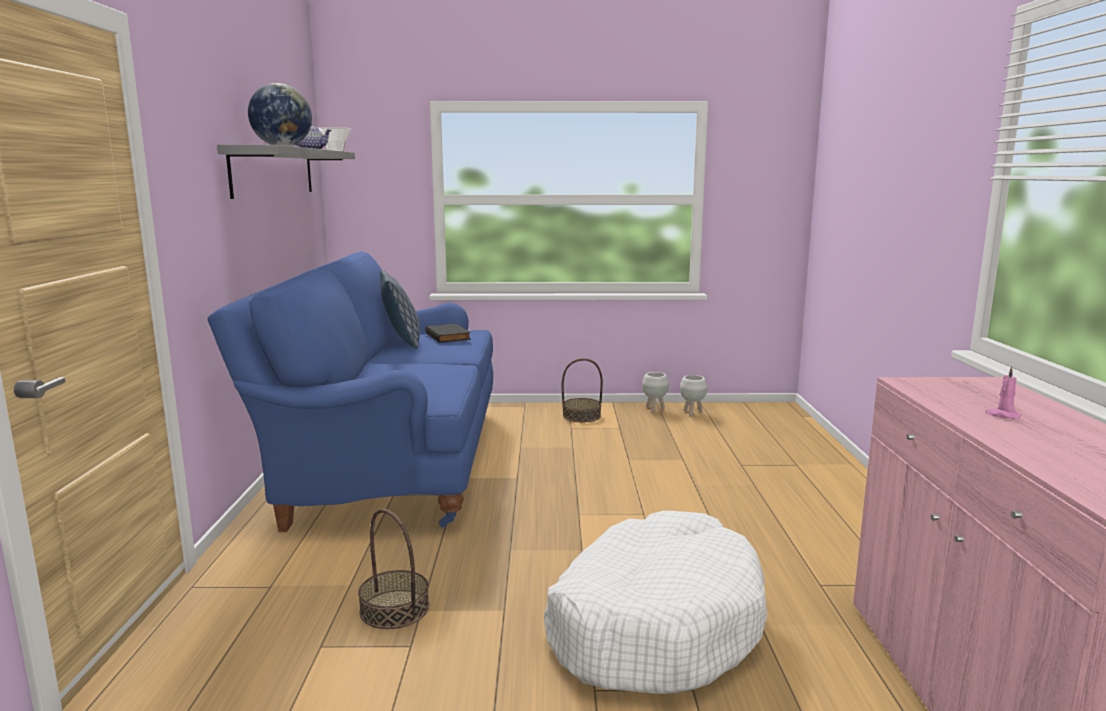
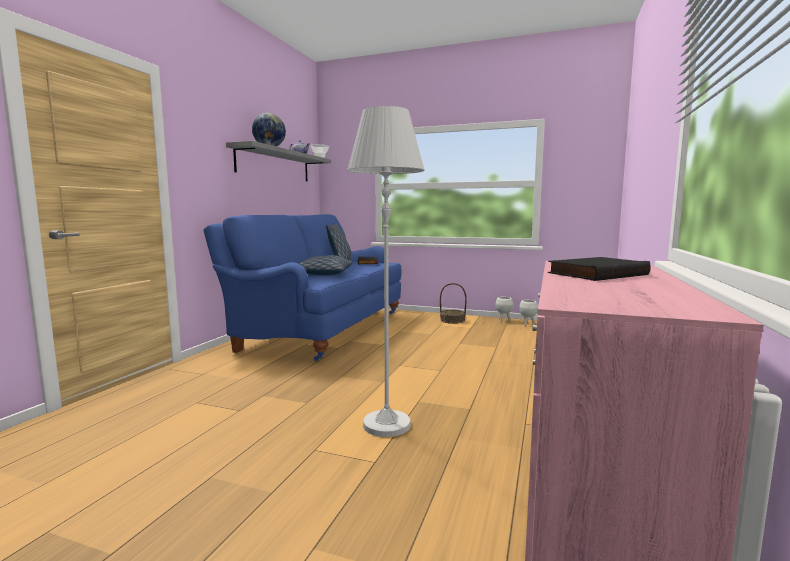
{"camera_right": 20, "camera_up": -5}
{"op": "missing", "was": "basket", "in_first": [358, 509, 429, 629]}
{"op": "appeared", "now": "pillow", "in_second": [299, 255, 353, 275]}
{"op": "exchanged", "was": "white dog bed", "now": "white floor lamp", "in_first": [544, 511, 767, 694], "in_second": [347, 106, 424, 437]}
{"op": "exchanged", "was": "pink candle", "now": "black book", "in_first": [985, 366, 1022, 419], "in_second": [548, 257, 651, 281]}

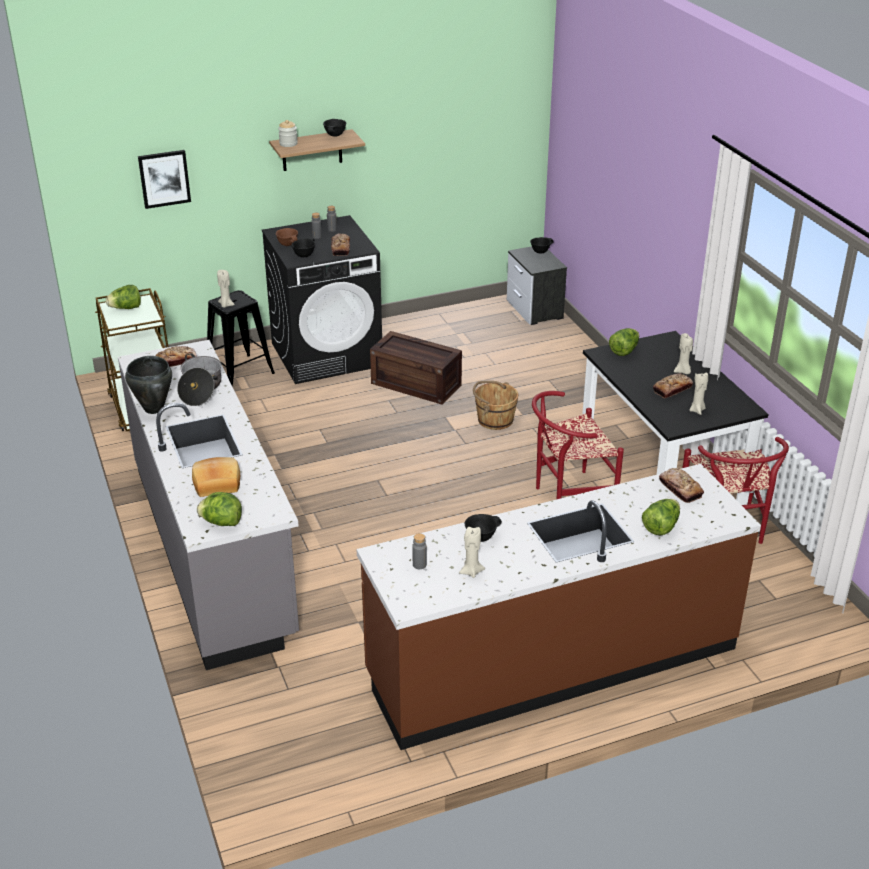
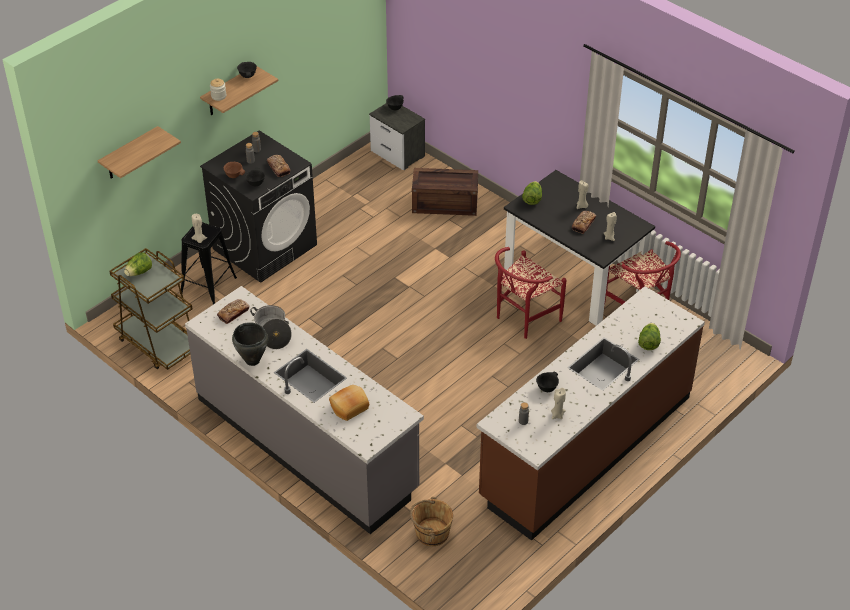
{"camera_right": -25, "camera_up": 10}
{"op": "missing", "was": "lettuce", "in_first": [197, 492, 242, 526]}
{"op": "missing", "was": "bread", "in_first": [659, 468, 704, 503]}
{"op": "relocated", "was": "crate", "in_first": [370, 331, 462, 405], "in_second": [412, 168, 478, 216]}
{"op": "relocated", "was": "brown bucket", "in_first": [473, 381, 519, 430], "in_second": [410, 497, 453, 546]}
{"op": "exchanged", "was": "picture", "now": "shelf", "in_first": [138, 150, 191, 209], "in_second": [98, 126, 181, 179]}

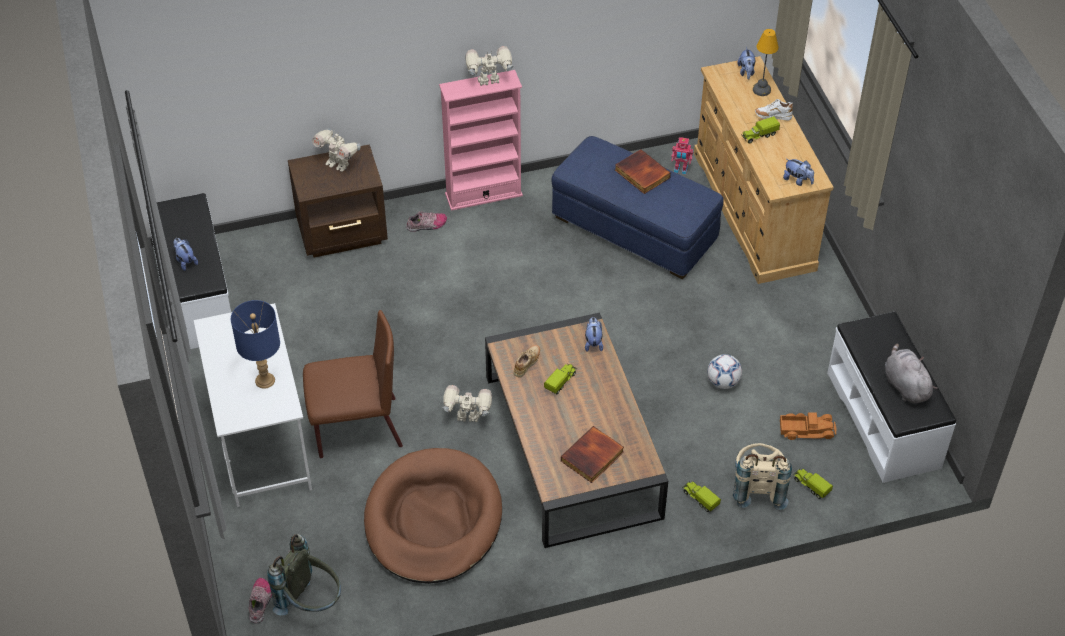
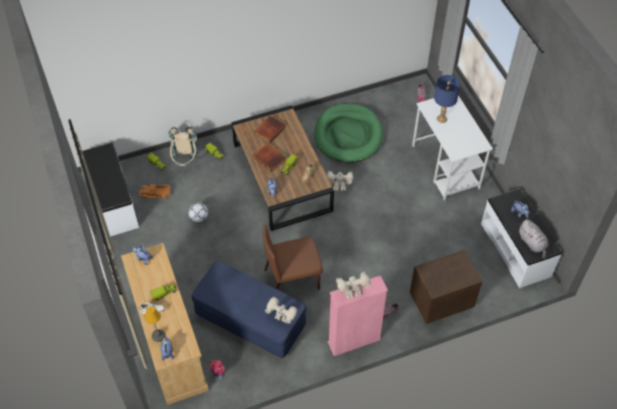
{"camera_right": 175, "camera_up": 5}
{"op": "missing", "was": "grey backpack", "in_first": [267, 534, 341, 616]}
{"op": "relocated", "was": "brown chair", "in_first": [303, 310, 403, 458], "in_second": [263, 224, 323, 290]}
{"op": "relocated", "was": "toy robot", "in_first": [312, 128, 360, 172], "in_second": [265, 297, 298, 323]}
{"op": "relocated", "was": "book", "in_first": [615, 149, 671, 194], "in_second": [253, 143, 286, 172]}
{"op": "relocated", "was": "grey plush toy", "in_first": [885, 343, 938, 404], "in_second": [519, 219, 549, 258]}
{"op": "colour", "was": "brown dog bed", "now": "green dog bed", "in_first": [364, 448, 502, 584], "in_second": [314, 104, 383, 163]}

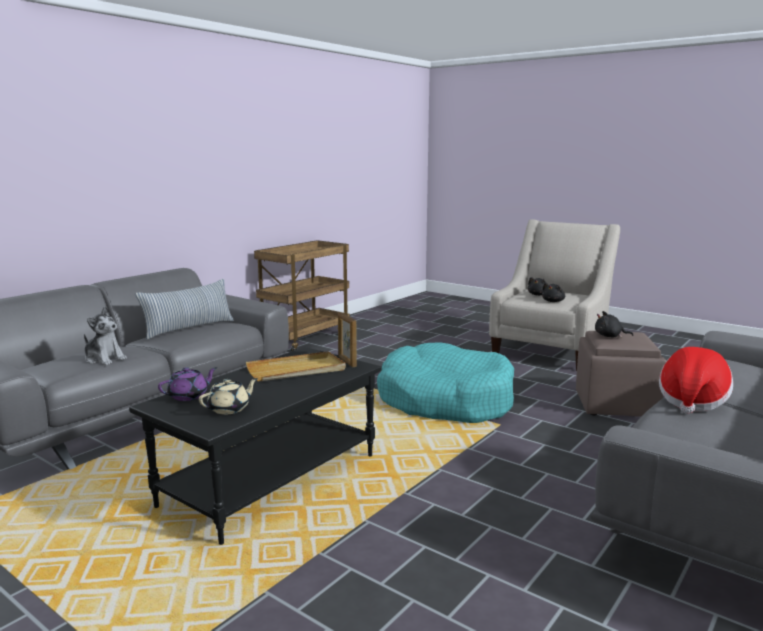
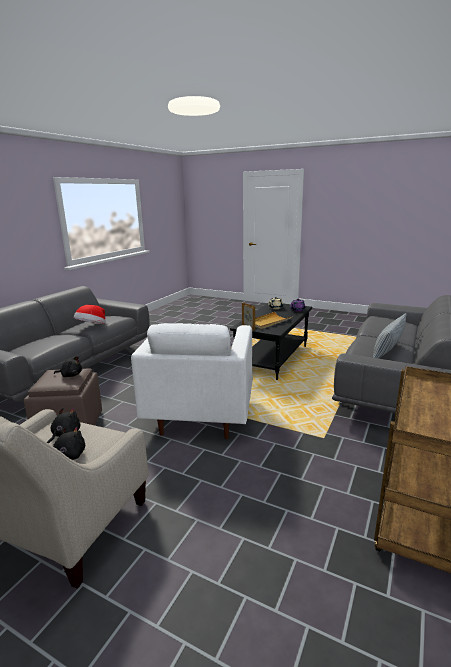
{"camera_right": 170, "camera_up": 5}
{"op": "missing", "was": "plush toy", "in_first": [84, 306, 127, 365]}
{"op": "exchanged", "was": "turquoise dog bed", "now": "white armchair", "in_first": [377, 342, 514, 423], "in_second": [131, 323, 253, 439]}

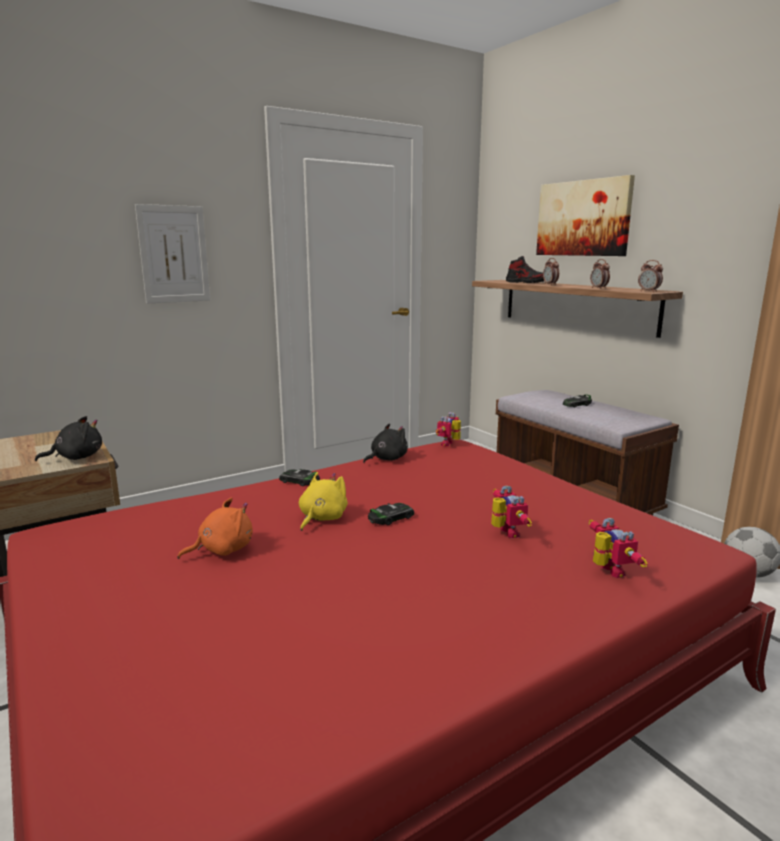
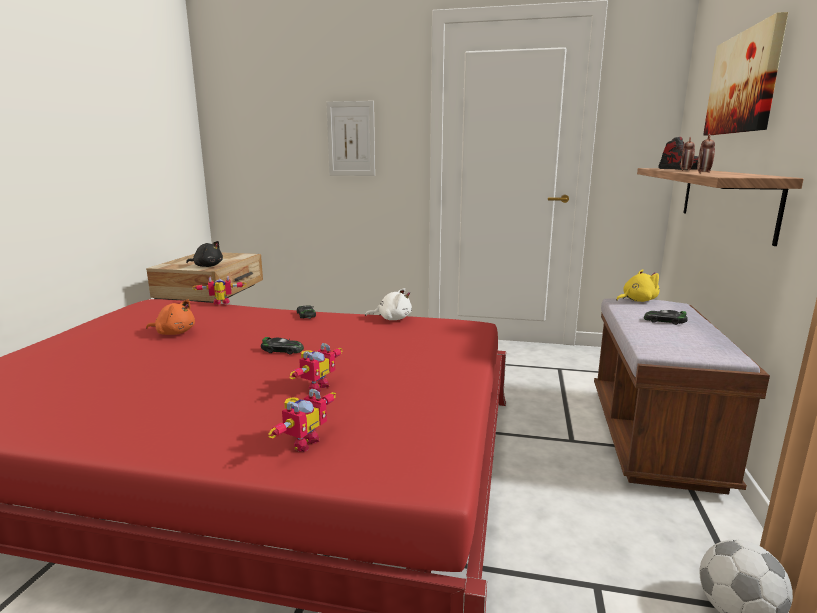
{"camera_right": 45, "camera_up": 0}
{"op": "missing", "was": "alarm clock", "in_first": [638, 260, 663, 292]}
{"op": "relocated", "was": "yellow plush toy", "in_first": [299, 472, 348, 531], "in_second": [616, 269, 659, 302]}
{"op": "relocated", "was": "toy robot", "in_first": [436, 412, 461, 447], "in_second": [192, 275, 247, 305]}
{"op": "colour", "was": "black plush toy", "now": "white plush toy", "in_first": [363, 423, 408, 463], "in_second": [365, 288, 412, 320]}

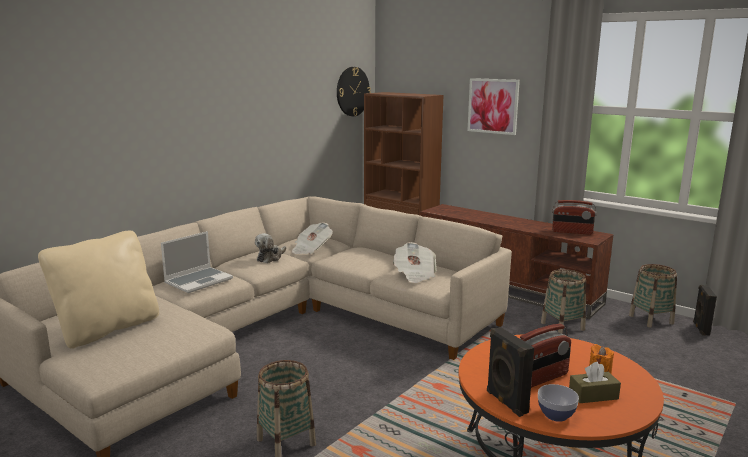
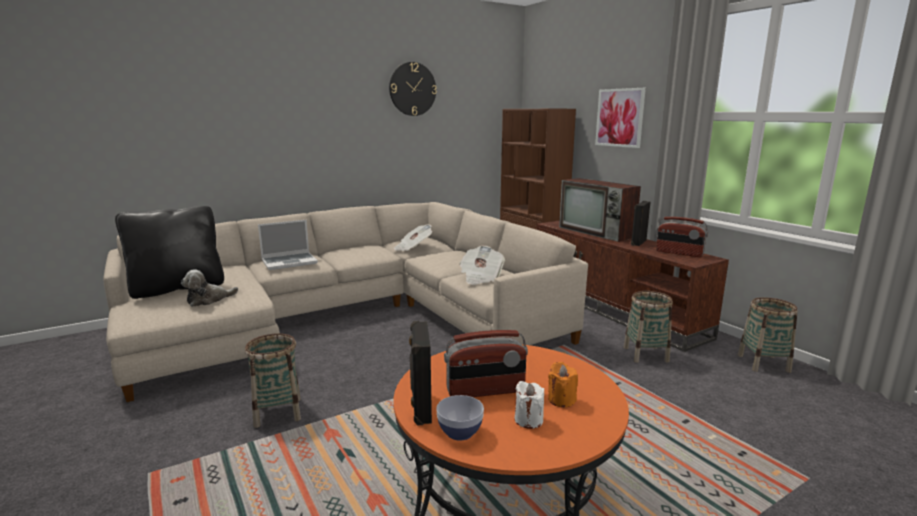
{"camera_right": 20, "camera_up": 0}
{"op": "appeared", "now": "television", "in_second": [559, 178, 641, 242]}
{"op": "relocated", "was": "plush toy", "in_first": [255, 233, 286, 263], "in_second": [181, 269, 238, 307]}
{"op": "relocated", "was": "wall clock", "in_first": [337, 67, 371, 116], "in_second": [389, 62, 437, 116]}
{"op": "relocated", "was": "black speaker", "in_first": [693, 285, 717, 336], "in_second": [631, 201, 650, 246]}
{"op": "exchanged", "was": "brown tissue box", "now": "white candle", "in_first": [569, 362, 621, 403], "in_second": [515, 381, 544, 429]}
{"op": "colour", "was": "beige pillow", "now": "black pillow", "in_first": [38, 231, 159, 349], "in_second": [115, 206, 224, 299]}

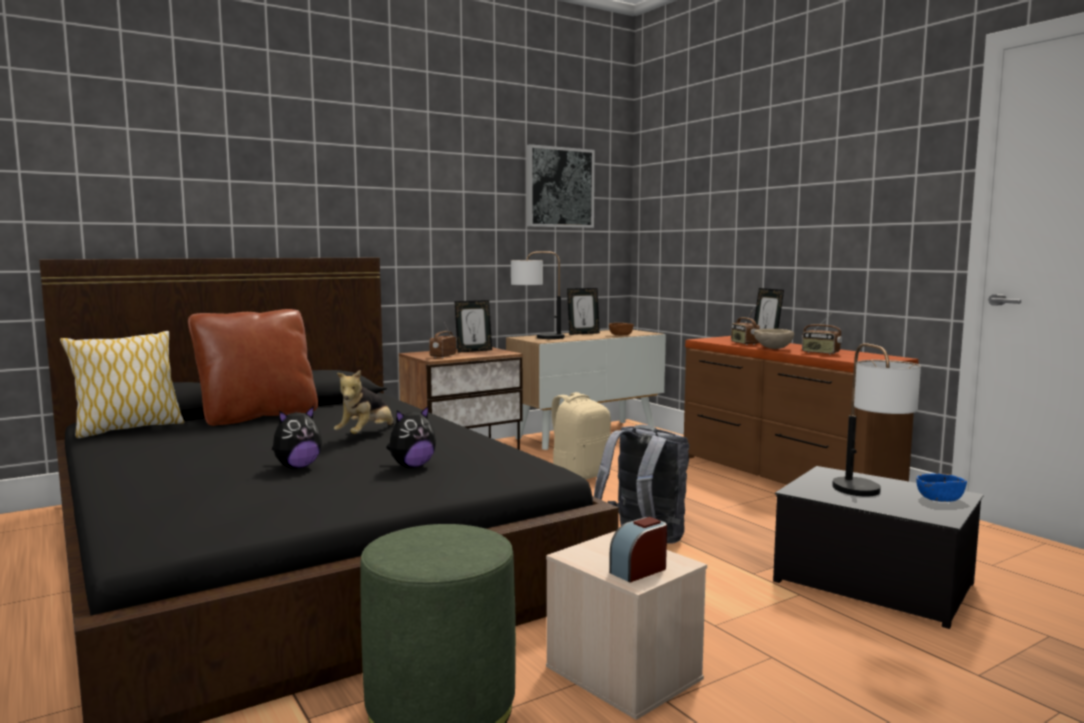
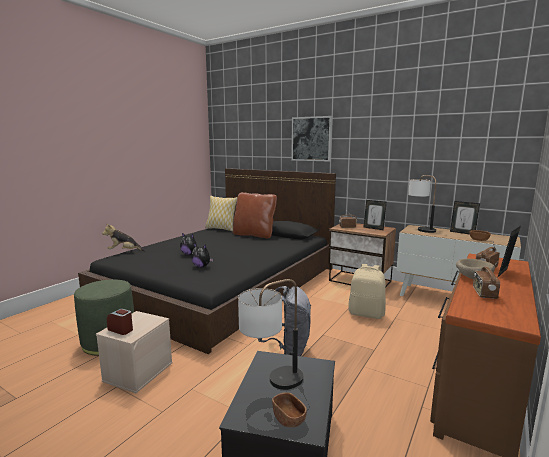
{"camera_right": 65, "camera_up": 5}
{"op": "relocated", "was": "plush toy", "in_first": [334, 370, 394, 434], "in_second": [102, 224, 146, 251]}
{"op": "relocated", "was": "picture", "in_first": [527, 144, 595, 228], "in_second": [291, 116, 332, 162]}
{"op": "colour", "was": "blue bowl", "now": "brown bowl", "in_first": [916, 473, 967, 502], "in_second": [272, 392, 307, 427]}

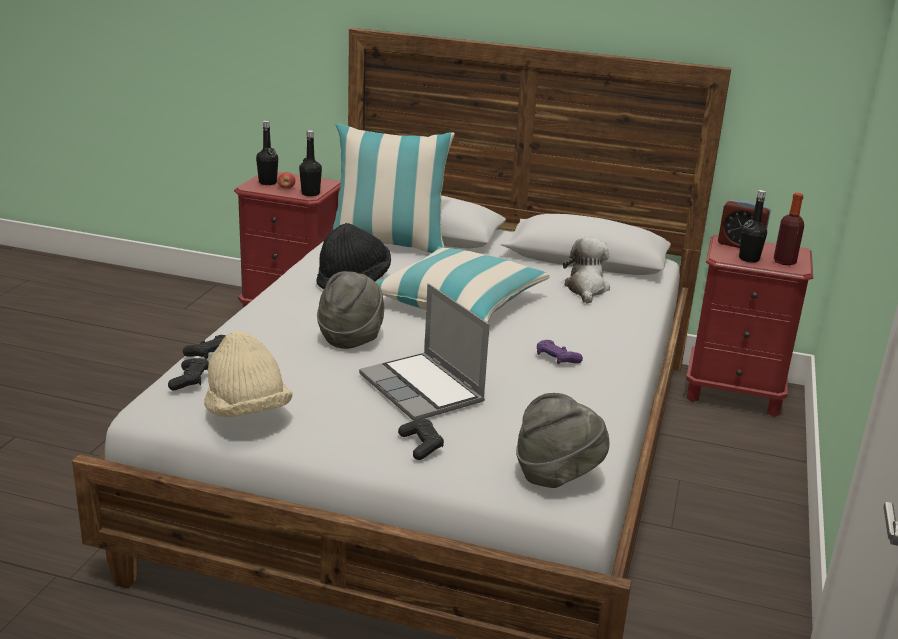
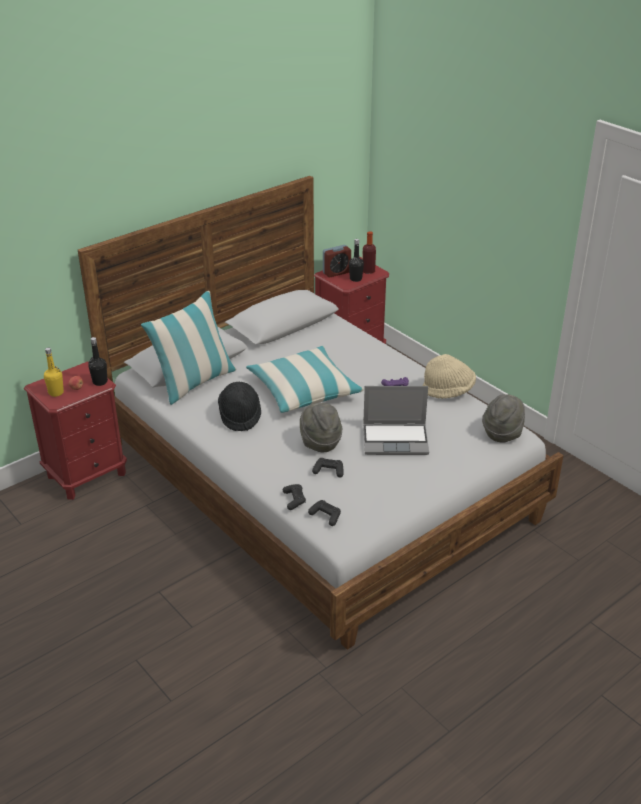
{"camera_right": -55, "camera_up": 10}
{"op": "missing", "was": "plush toy", "in_first": [563, 237, 610, 304]}
{"op": "relocated", "was": "beige hat", "in_first": [204, 331, 293, 417], "in_second": [422, 354, 476, 399]}
{"op": "relocated", "was": "black game controller", "in_first": [398, 419, 444, 460], "in_second": [312, 458, 343, 478]}
{"op": "colour", "was": "black bottle", "now": "yellow bottle", "in_first": [256, 120, 278, 185], "in_second": [44, 348, 64, 397]}

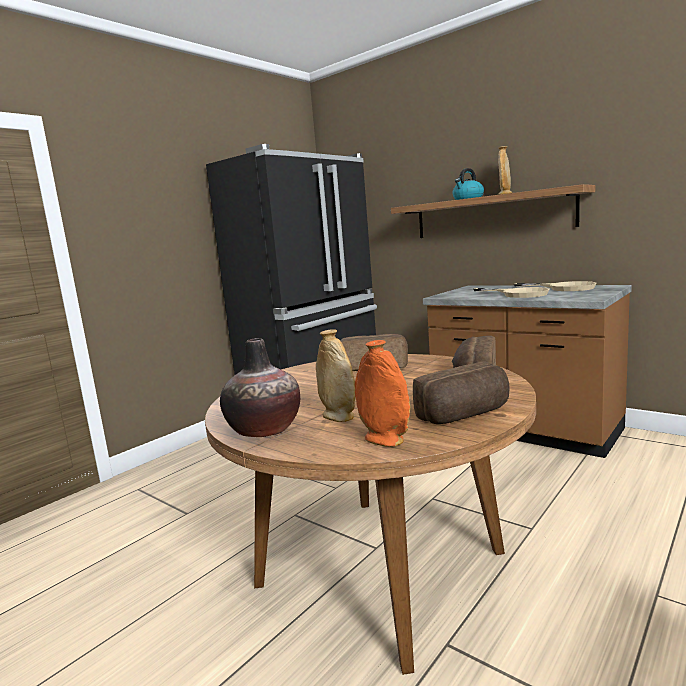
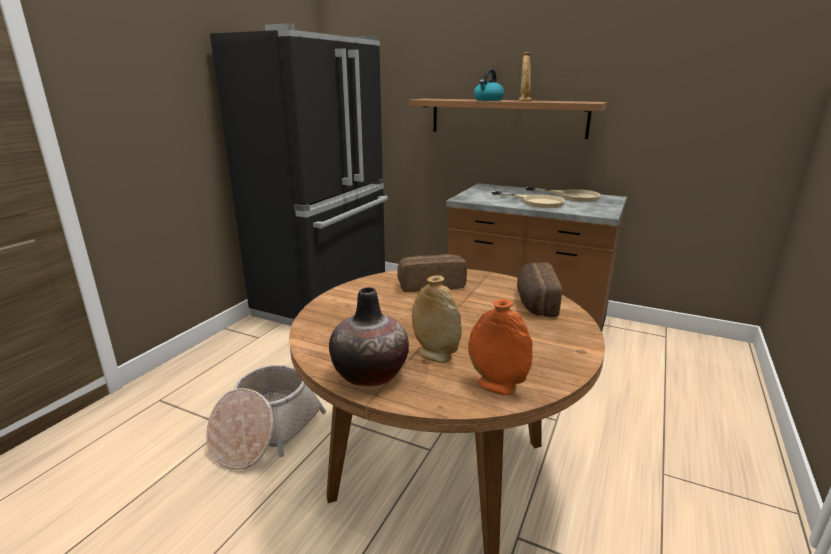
{"camera_right": -15, "camera_up": 10}
{"op": "missing", "was": "bread", "in_first": [413, 361, 510, 424]}
{"op": "appeared", "now": "basket", "in_second": [206, 365, 326, 470]}

